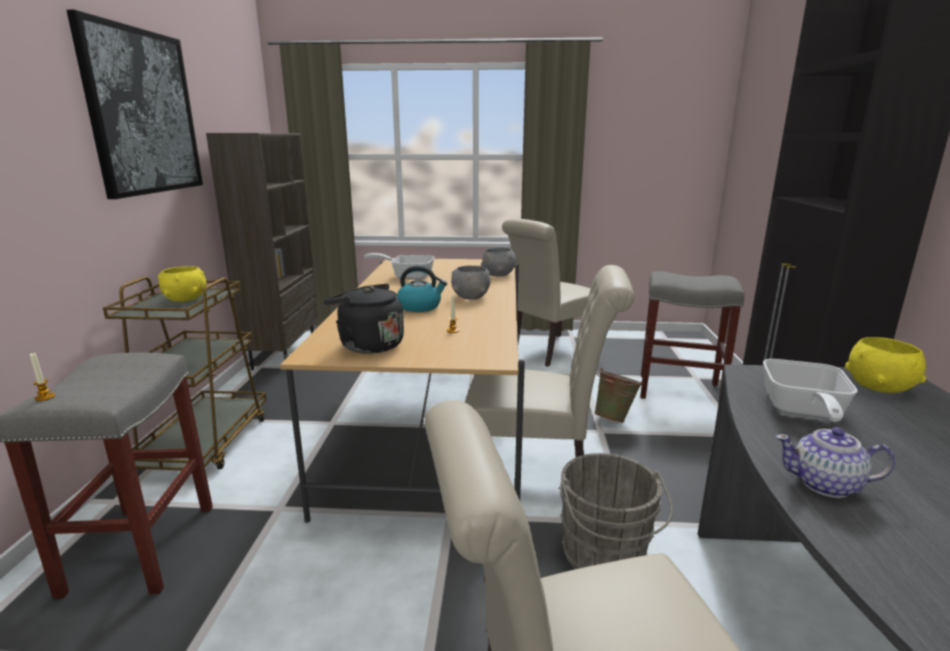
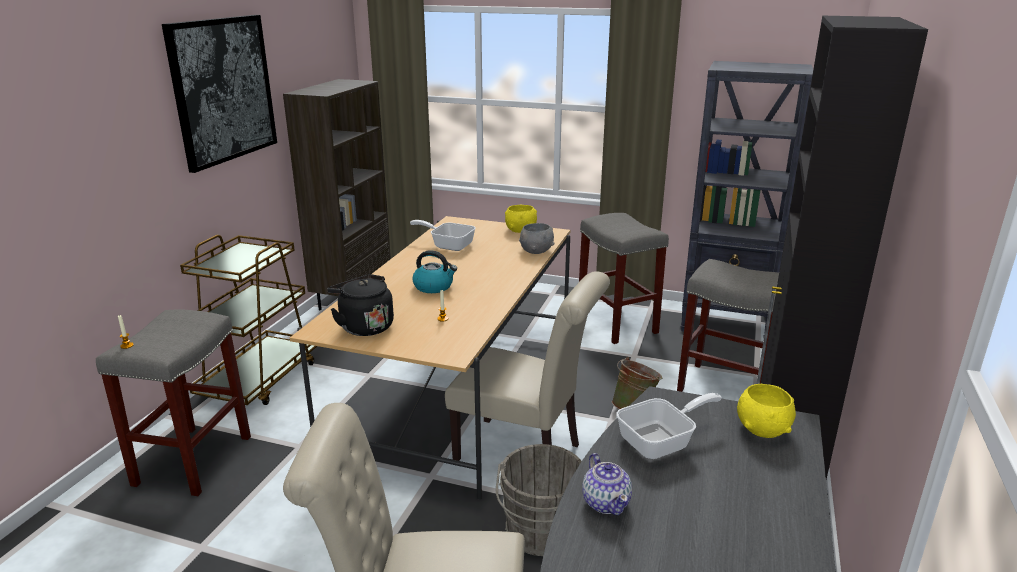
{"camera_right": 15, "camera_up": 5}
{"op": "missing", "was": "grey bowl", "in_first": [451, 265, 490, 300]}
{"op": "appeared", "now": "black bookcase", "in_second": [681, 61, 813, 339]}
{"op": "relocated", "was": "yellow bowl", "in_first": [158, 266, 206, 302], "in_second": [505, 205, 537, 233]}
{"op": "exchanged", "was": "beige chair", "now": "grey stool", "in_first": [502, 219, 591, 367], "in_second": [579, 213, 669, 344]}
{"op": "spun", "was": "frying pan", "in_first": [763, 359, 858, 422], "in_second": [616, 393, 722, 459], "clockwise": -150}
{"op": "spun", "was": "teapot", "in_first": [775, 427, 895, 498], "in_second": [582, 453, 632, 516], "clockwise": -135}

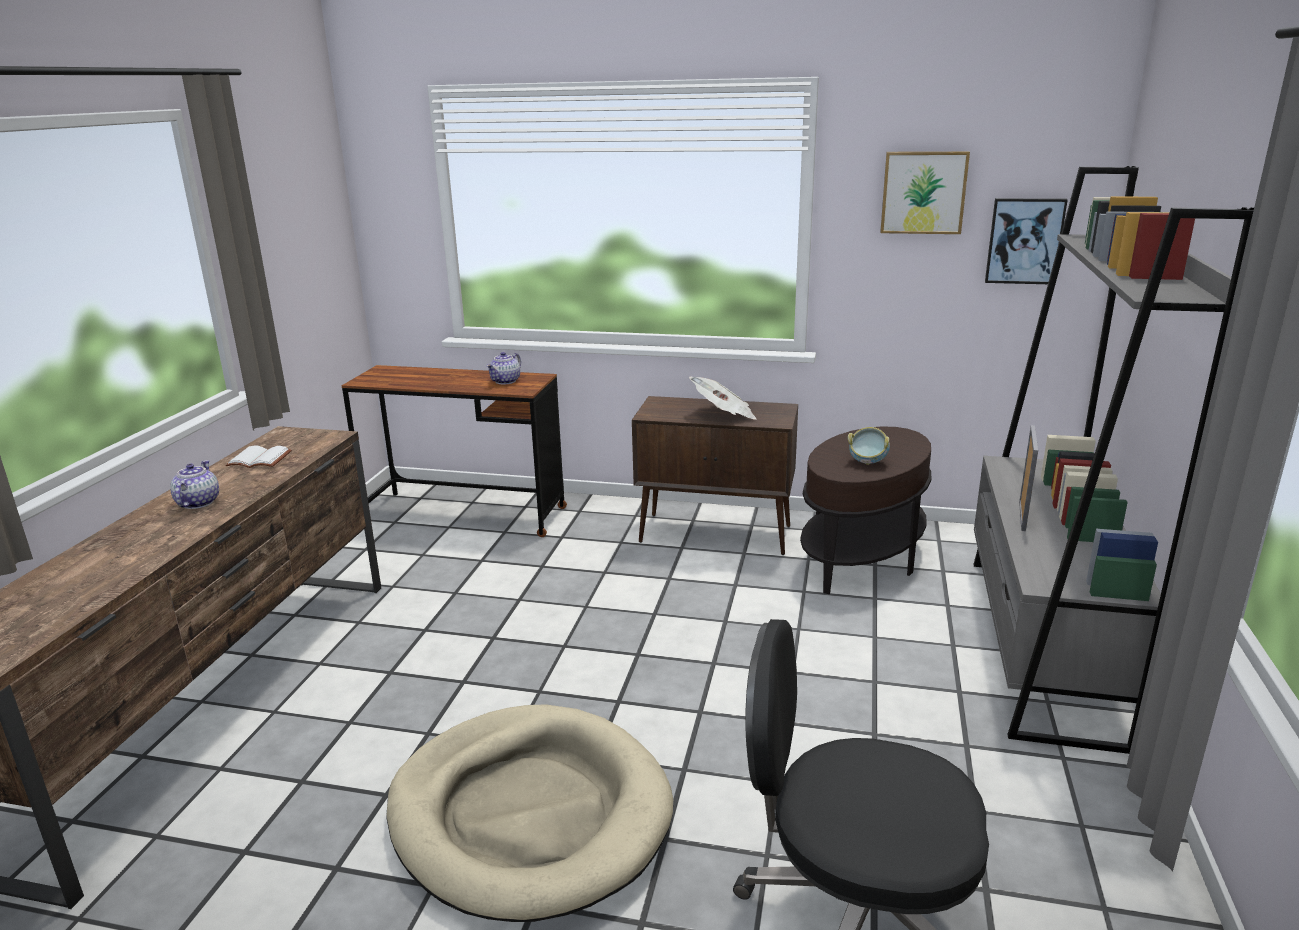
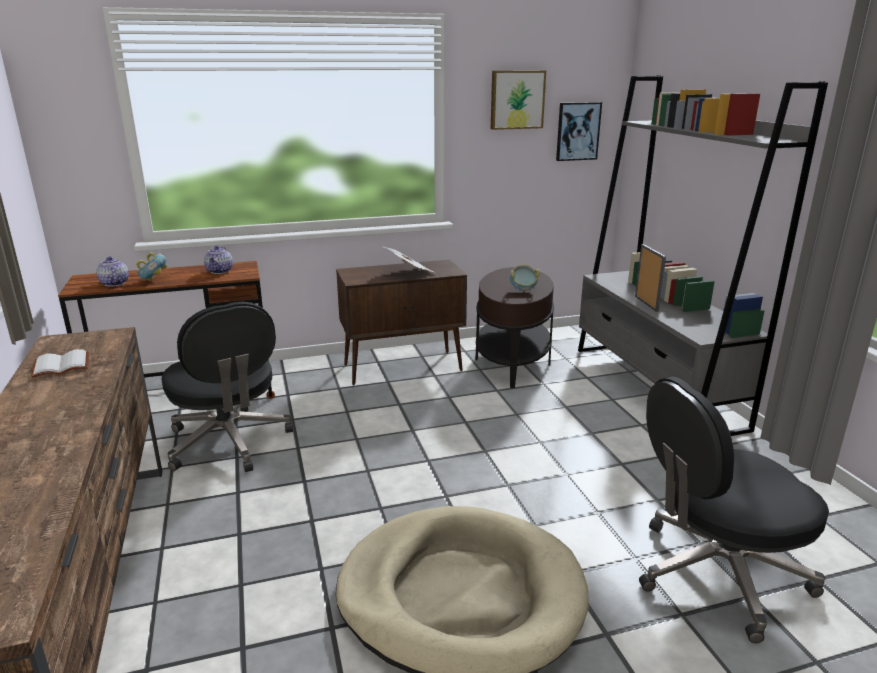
{"camera_right": -30, "camera_up": 0}
{"op": "appeared", "now": "bowl", "in_second": [136, 253, 167, 281]}
{"op": "appeared", "now": "black office chair", "in_second": [162, 302, 293, 472]}
{"op": "relocated", "was": "teapot", "in_first": [170, 460, 219, 509], "in_second": [96, 256, 129, 287]}

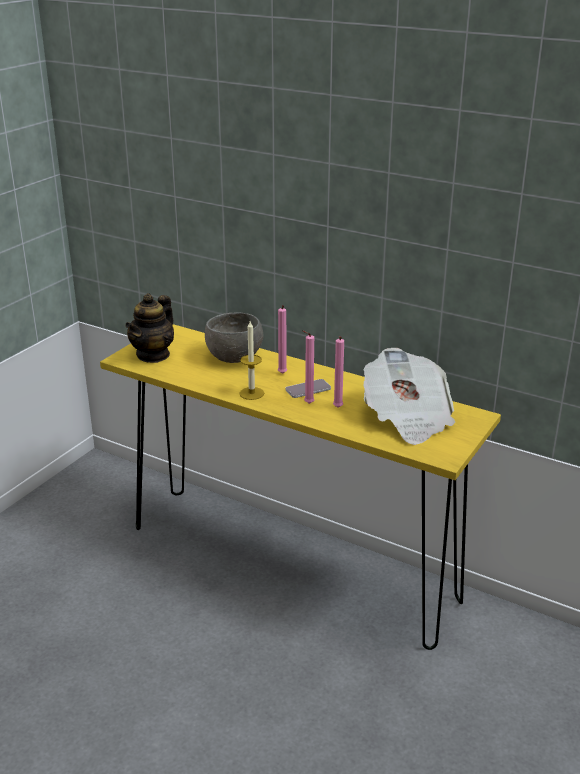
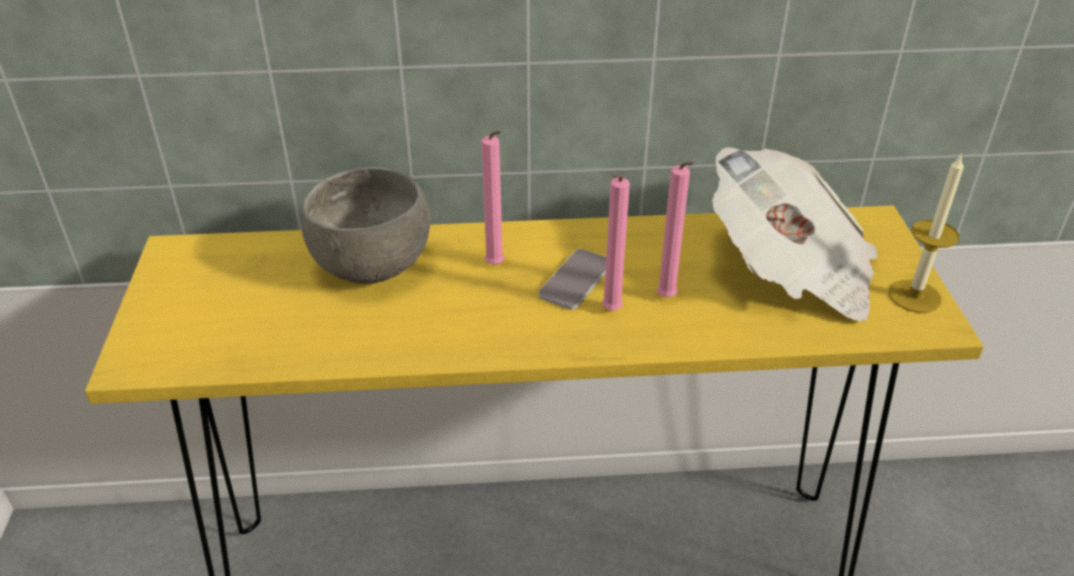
{"camera_right": -35, "camera_up": 10}
{"op": "missing", "was": "teapot", "in_first": [125, 293, 174, 363]}
{"op": "relocated", "was": "candle", "in_first": [239, 321, 264, 400], "in_second": [889, 153, 964, 313]}

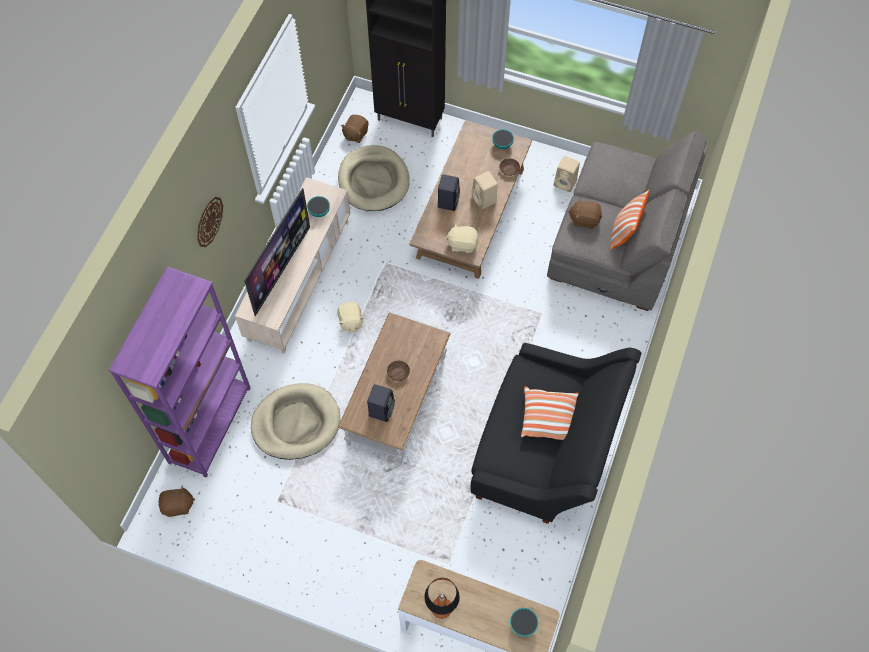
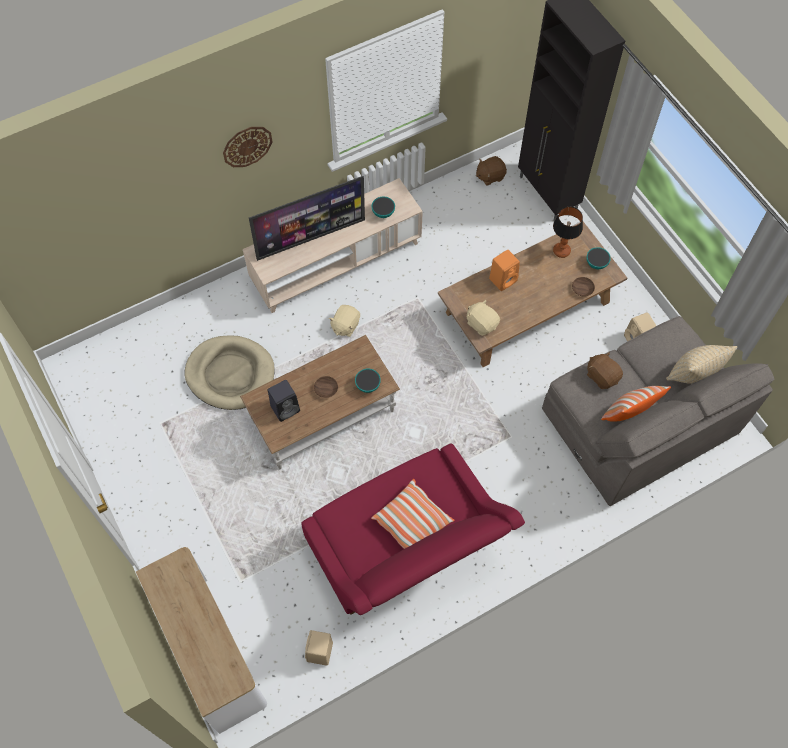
{"camera_right": 40, "camera_up": 0}
{"op": "missing", "was": "purple bookcase", "in_first": [109, 267, 251, 478]}
{"op": "missing", "was": "brown plush toy", "in_first": [159, 485, 195, 517]}
{"op": "missing", "was": "beige dog bed", "in_first": [338, 145, 410, 211]}
{"op": "appeared", "now": "beige pillow", "in_second": [666, 345, 737, 383]}
{"op": "relocated", "was": "table lamp", "in_first": [424, 578, 460, 619], "in_second": [553, 207, 583, 258]}
{"op": "relocated", "was": "beige speaker", "in_first": [471, 171, 498, 210], "in_second": [305, 630, 333, 666]}
{"op": "relocated", "was": "bowl", "in_first": [510, 608, 538, 637], "in_second": [355, 369, 381, 393]}
{"op": "colour", "was": "black speaker", "now": "orange speaker", "in_first": [438, 174, 460, 211], "in_second": [489, 250, 520, 291]}
{"op": "colour", "was": "black sofa", "now": "red sofa", "in_first": [470, 343, 641, 524], "in_second": [301, 443, 525, 615]}

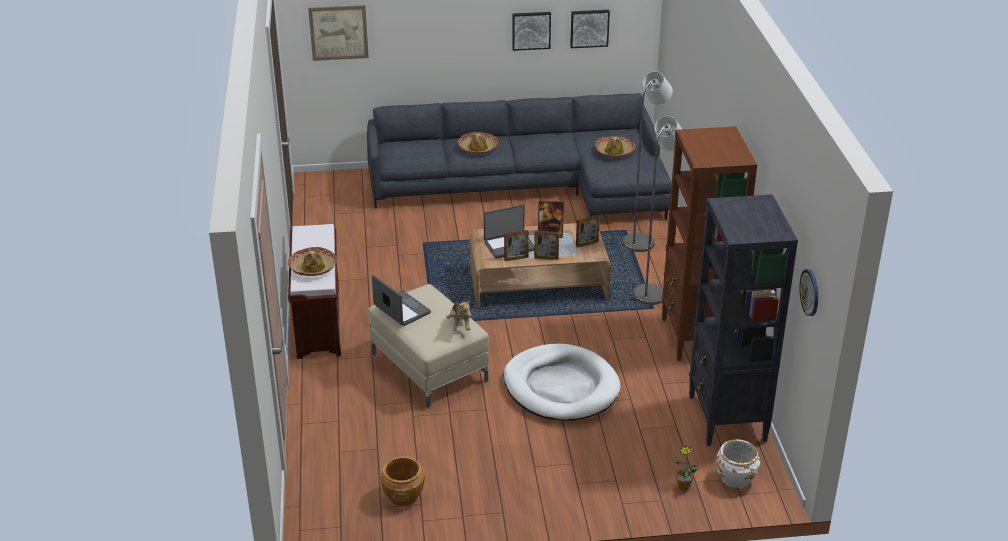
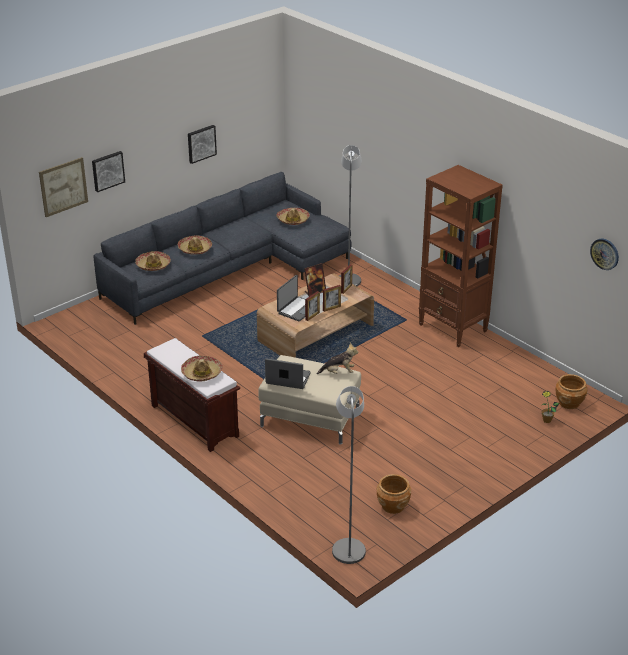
{"camera_right": -35, "camera_up": 0}
{"op": "missing", "was": "white dog bed", "in_first": [504, 344, 621, 421]}
{"op": "missing", "was": "black bookcase", "in_first": [689, 194, 798, 446]}
{"op": "appeared", "now": "hat", "in_second": [135, 251, 171, 271]}
{"op": "relocated", "was": "picture", "in_first": [570, 10, 610, 48], "in_second": [92, 151, 125, 192]}
{"op": "relocated", "was": "grey floor lamp", "in_first": [633, 116, 682, 305], "in_second": [332, 386, 366, 564]}
{"op": "colour", "was": "white planter", "now": "brown planter", "in_first": [716, 439, 760, 489], "in_second": [556, 374, 588, 409]}
{"op": "spun", "was": "plush toy", "in_first": [446, 299, 471, 331], "in_second": [317, 343, 359, 374], "clockwise": -45}

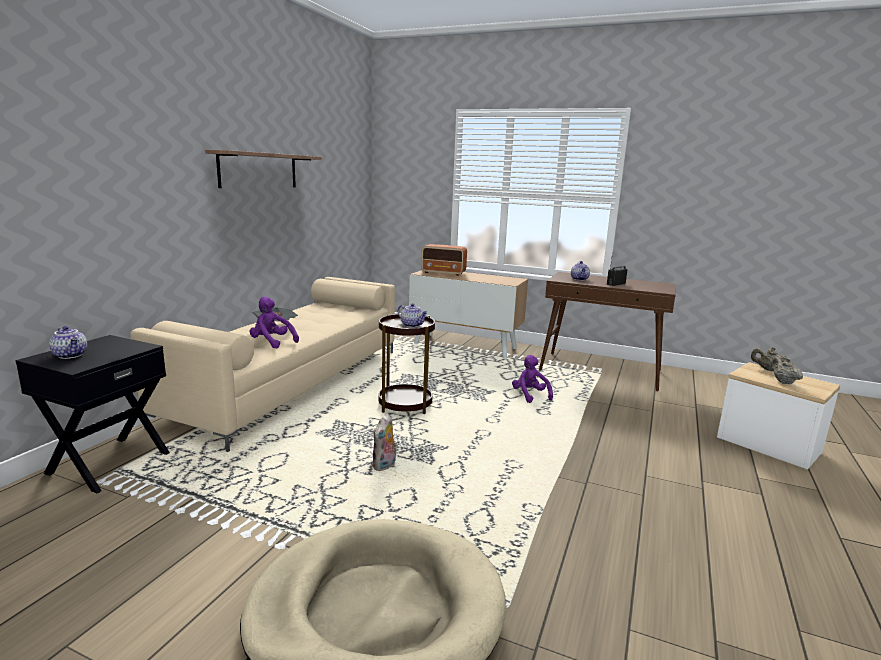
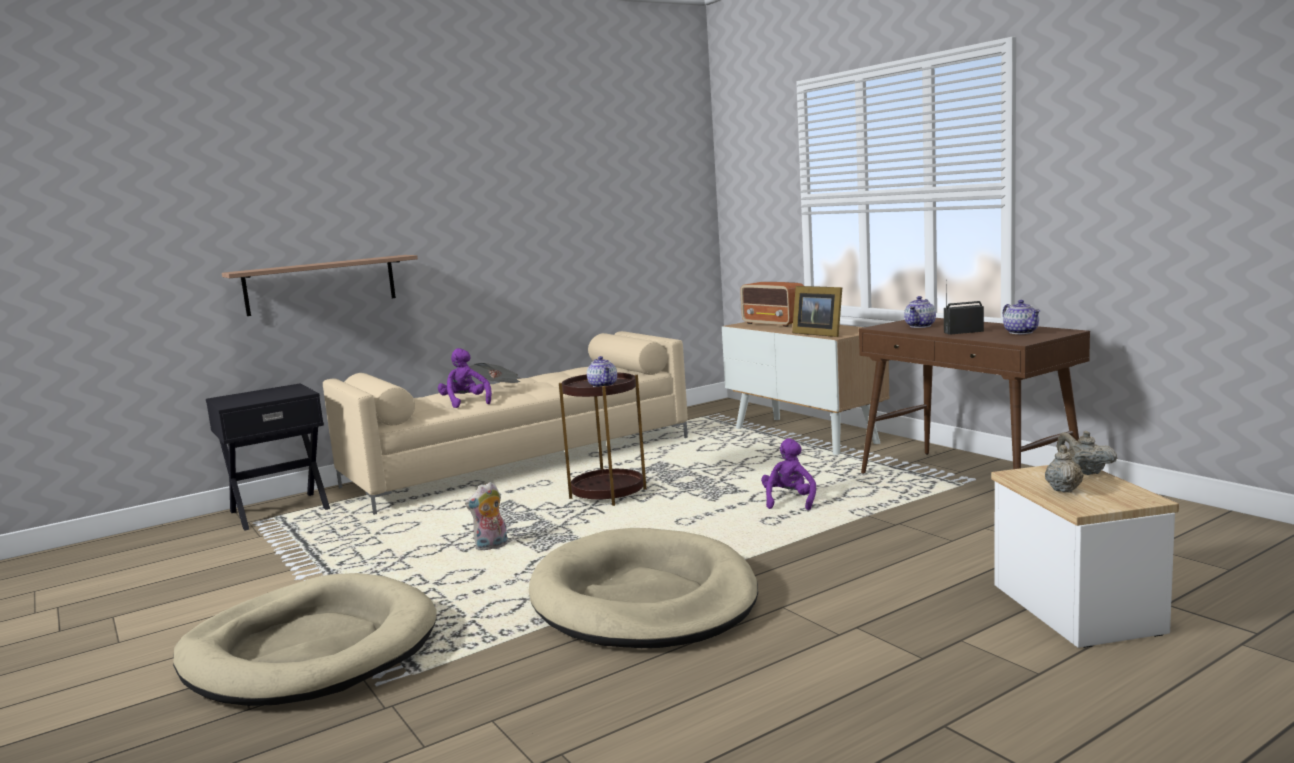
{"camera_right": 35, "camera_up": -5}
{"op": "appeared", "now": "beige dog bed", "in_second": [529, 528, 758, 648]}
{"op": "appeared", "now": "picture frame", "in_second": [792, 286, 842, 337]}
{"op": "relocated", "was": "teapot", "in_first": [49, 326, 87, 359], "in_second": [1003, 300, 1040, 334]}
{"op": "relocated", "was": "shelf", "in_first": [205, 150, 322, 188], "in_second": [222, 255, 418, 316]}

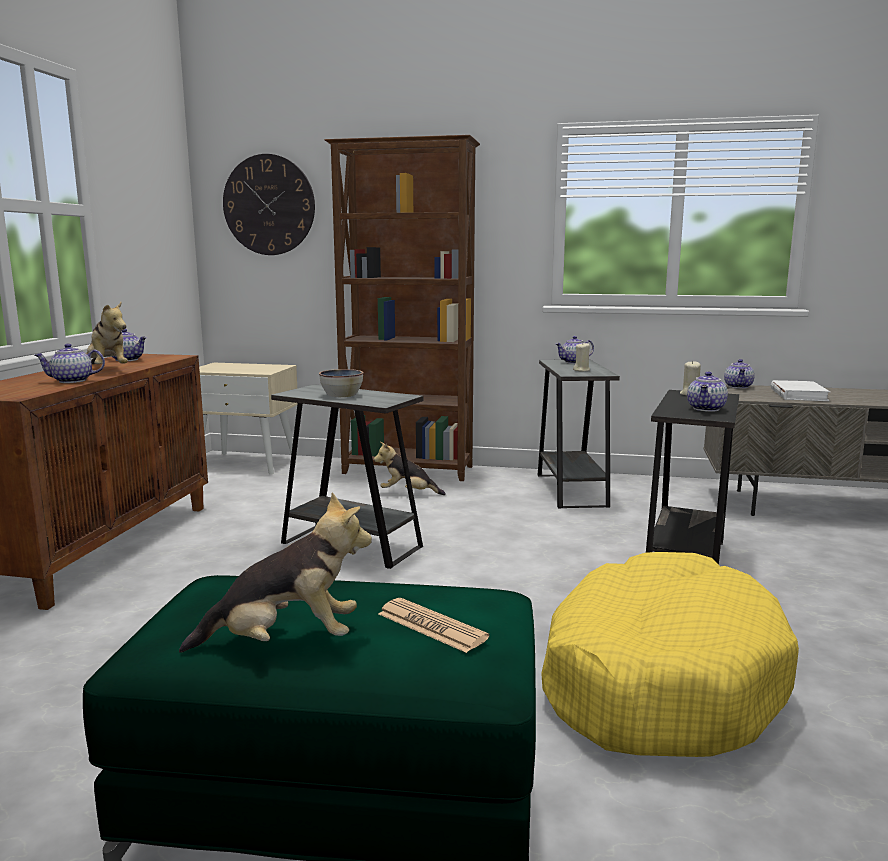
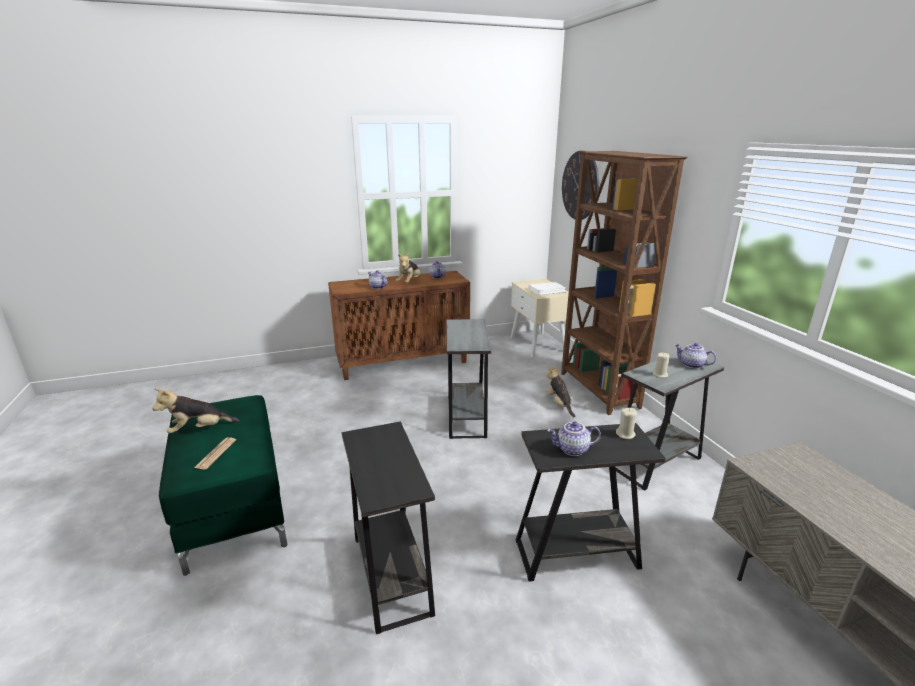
{"camera_right": 60, "camera_up": 10}
{"op": "missing", "was": "bowl", "in_first": [319, 369, 363, 397]}
{"op": "missing", "was": "teapot", "in_first": [724, 359, 755, 389]}
{"op": "relocated", "was": "white book", "in_first": [771, 380, 830, 401], "in_second": [528, 282, 565, 296]}
{"op": "exchanged", "was": "yellow dog bed", "now": "black side table", "in_first": [541, 552, 799, 757], "in_second": [342, 421, 435, 634]}
{"op": "spun", "was": "plush toy", "in_first": [179, 493, 372, 653], "in_second": [152, 389, 239, 433], "clockwise": 105}

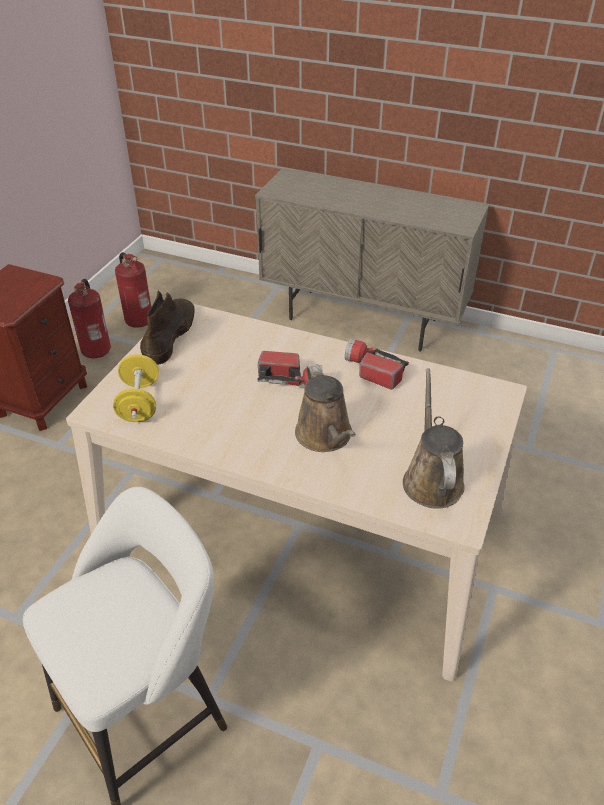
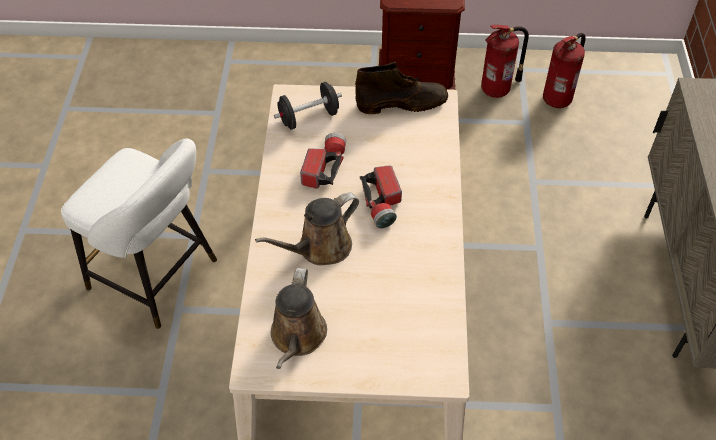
{"camera_right": 70, "camera_up": 10}
{"op": "relocated", "was": "flashlight", "in_first": [345, 338, 409, 390], "in_second": [300, 133, 346, 189]}
{"op": "colour", "was": "yellow dumbbell", "now": "black dumbbell", "in_first": [113, 354, 159, 422], "in_second": [274, 82, 342, 130]}
{"op": "spun", "was": "brown watering can", "in_first": [403, 368, 465, 509], "in_second": [271, 268, 327, 369], "clockwise": 120}

